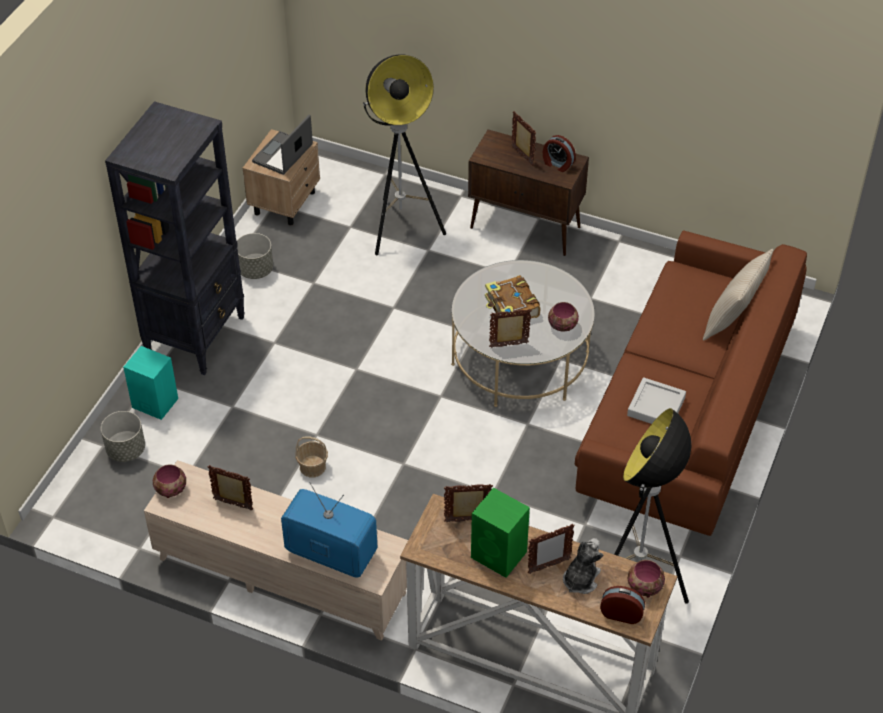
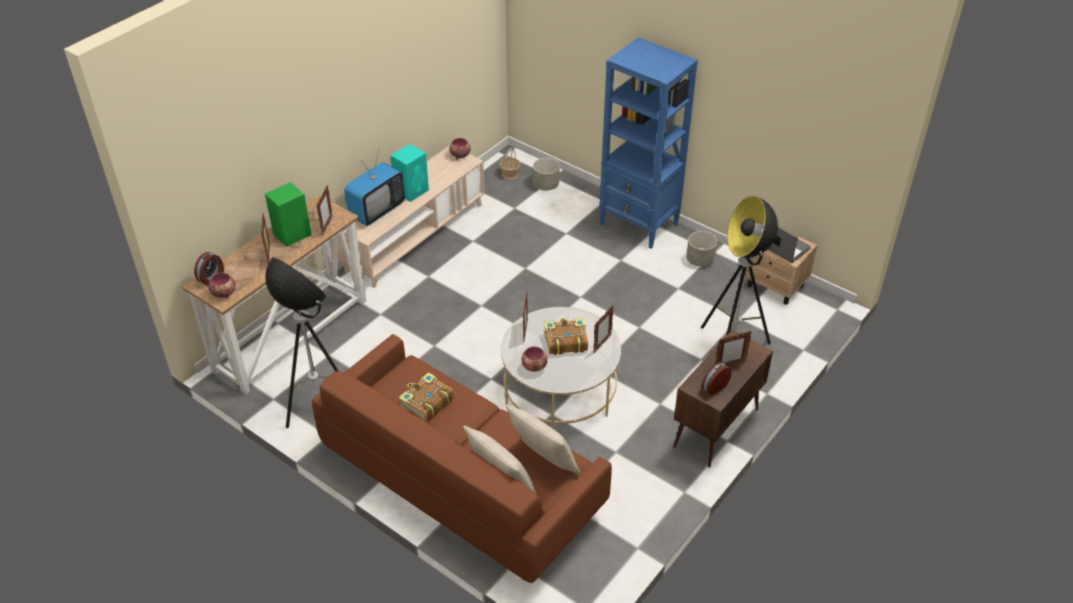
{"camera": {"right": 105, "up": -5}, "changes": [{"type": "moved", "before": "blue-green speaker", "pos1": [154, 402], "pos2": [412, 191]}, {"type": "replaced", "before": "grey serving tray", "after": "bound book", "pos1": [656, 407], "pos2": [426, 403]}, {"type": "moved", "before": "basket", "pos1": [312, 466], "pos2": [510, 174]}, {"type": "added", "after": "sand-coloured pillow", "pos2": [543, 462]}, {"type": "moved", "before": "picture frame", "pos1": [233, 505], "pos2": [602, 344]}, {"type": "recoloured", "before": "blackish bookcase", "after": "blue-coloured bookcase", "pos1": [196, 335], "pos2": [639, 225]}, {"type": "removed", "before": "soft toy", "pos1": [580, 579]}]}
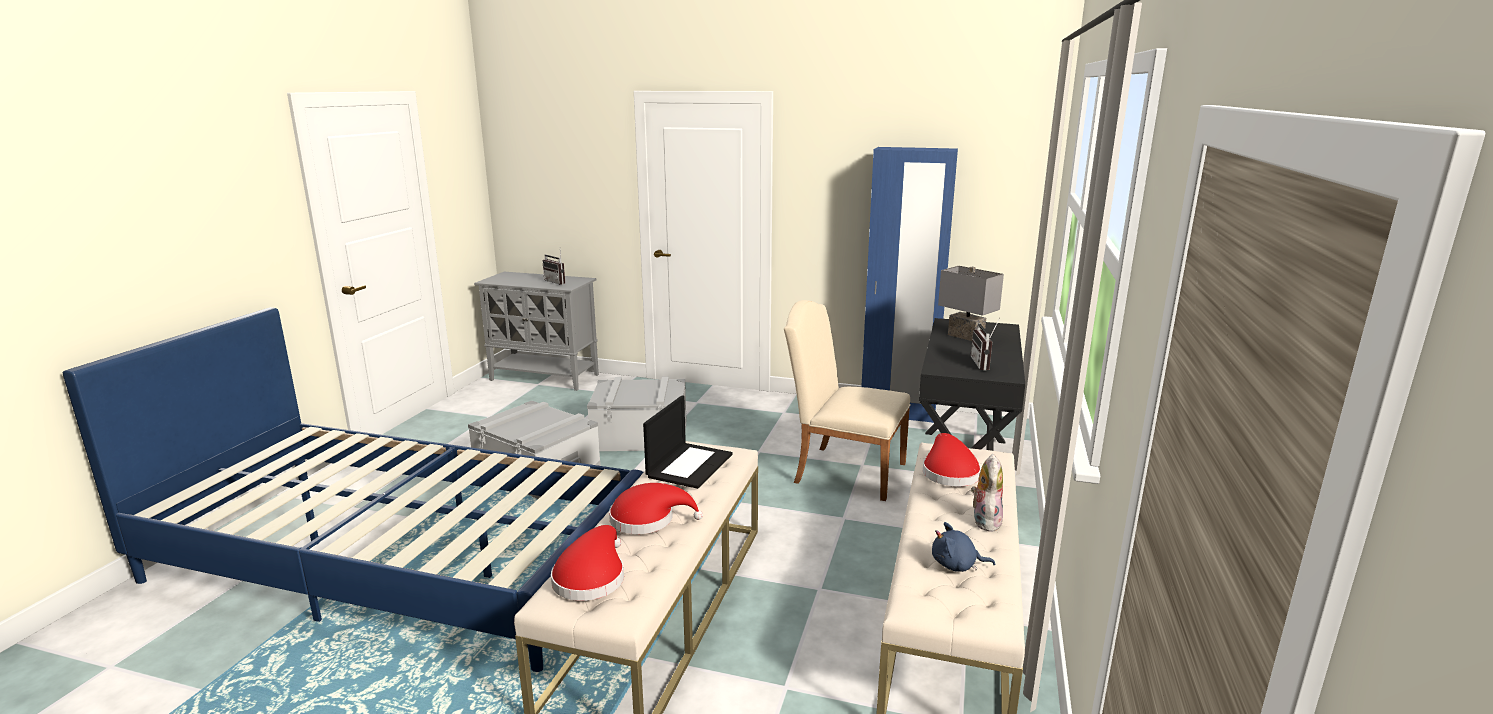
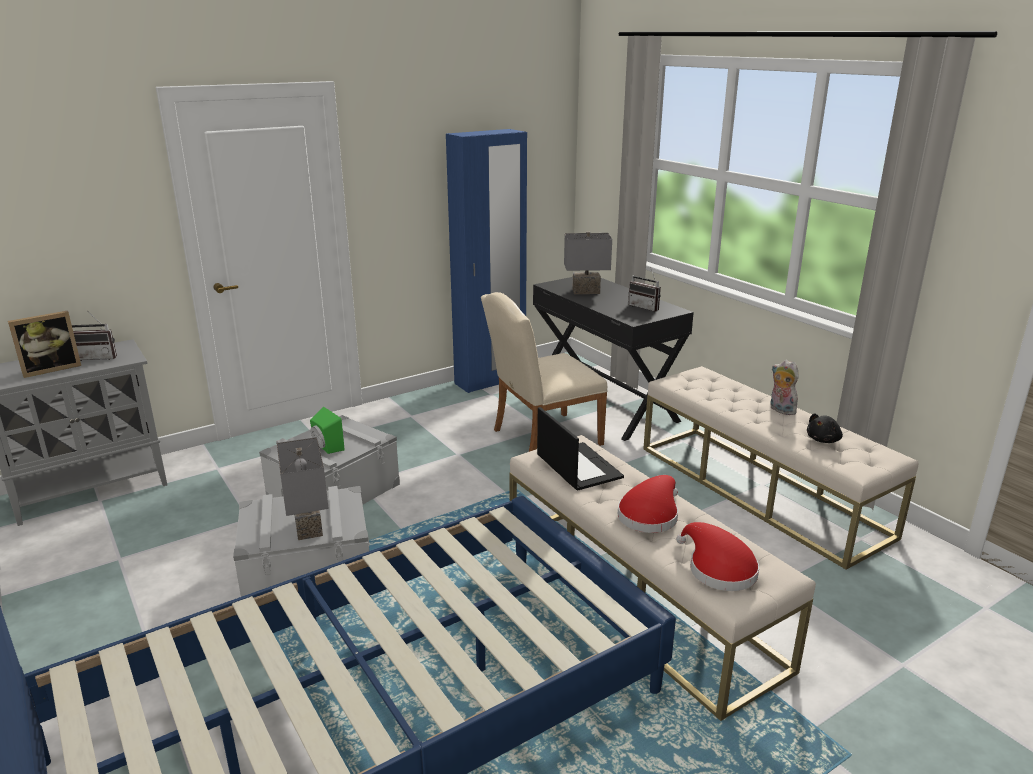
{"camera": {"right": -50, "up": 5}, "changes": [{"type": "added", "after": "picture frame", "pos2": [51, 369]}, {"type": "added", "after": "grey table lamp", "pos2": [311, 527]}, {"type": "added", "after": "green-coloured speaker", "pos2": [326, 447]}, {"type": "recoloured", "before": "blue-coloured soft toy", "after": "blackish soft toy", "pos1": [957, 565], "pos2": [824, 440]}, {"type": "removed", "before": "reddish wearable hat", "pos1": [948, 472]}]}
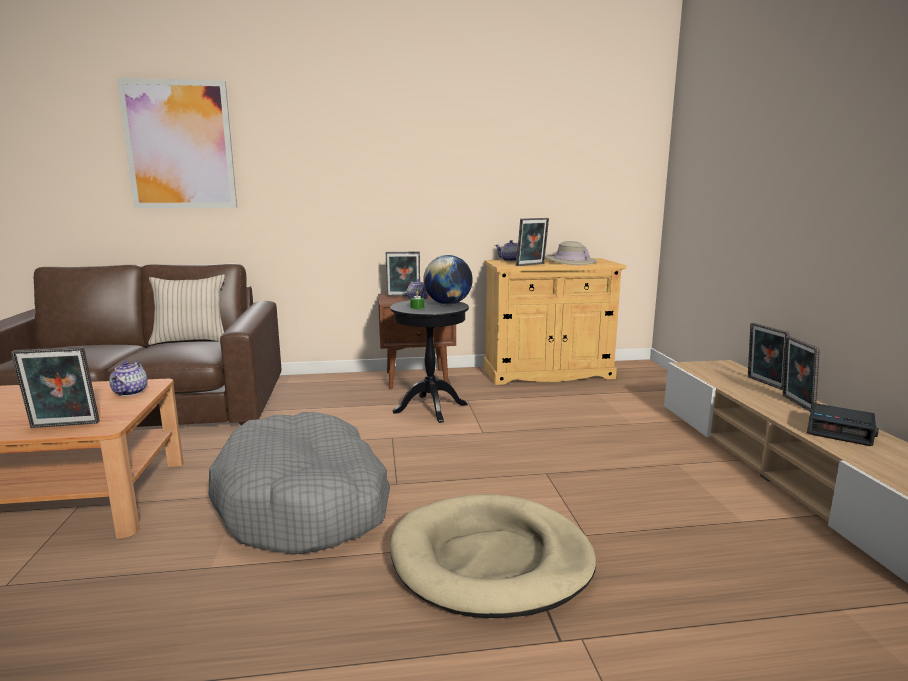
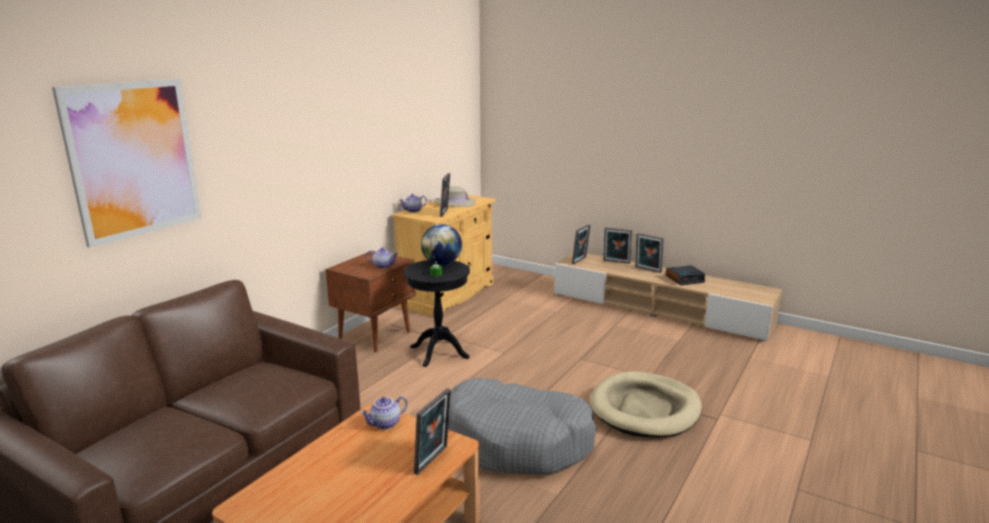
{"camera": {"right": -50, "up": 5}, "changes": [{"type": "turned", "before": "teapot", "pos1": [131, 392], "pos2": [385, 424], "turn": 105}, {"type": "moved", "before": "picture frame", "pos1": [403, 296], "pos2": [580, 261]}, {"type": "removed", "before": "sand-coloured pillow", "pos1": [191, 341]}]}
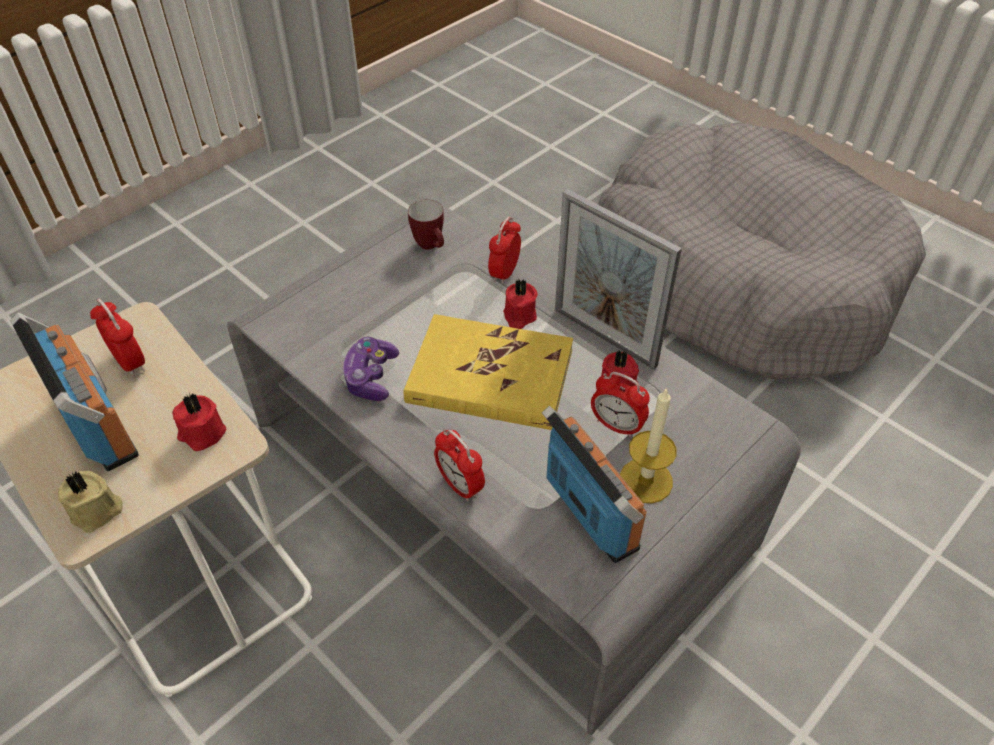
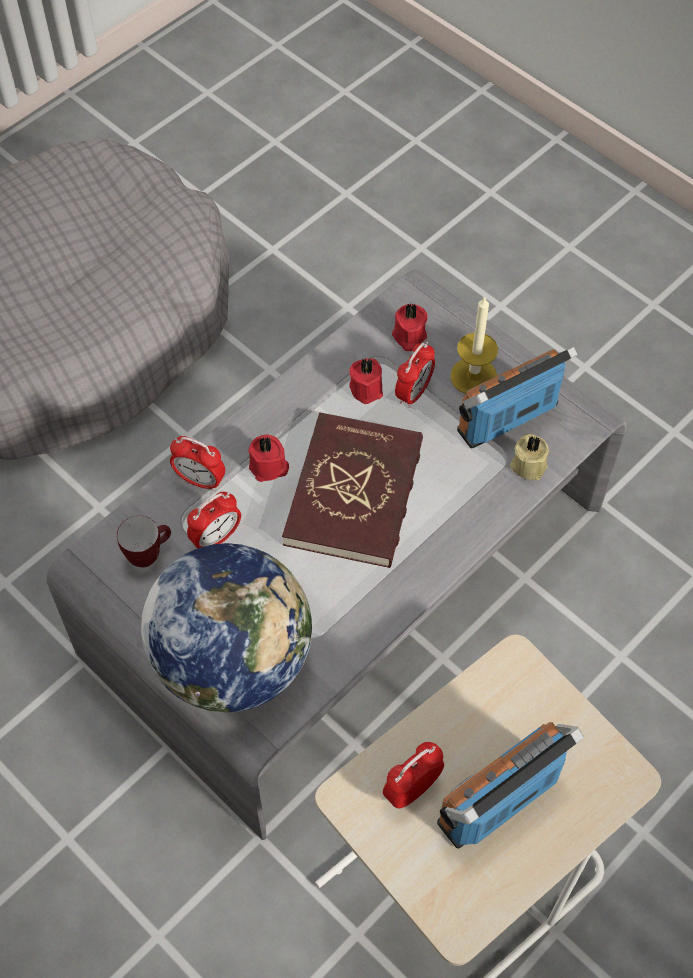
{"camera": {"right": -90, "up": 10}, "changes": [{"type": "added", "after": "world globe", "pos2": [233, 660]}, {"type": "moved", "before": "table clock", "pos1": [460, 485], "pos2": [216, 538]}, {"type": "recoloured", "before": "yellow-coloured bound book", "after": "reddish bound book", "pos1": [490, 377], "pos2": [355, 493]}, {"type": "moved", "before": "reddish wax light", "pos1": [201, 433], "pos2": [408, 337]}, {"type": "moved", "before": "sand-coloured wax light", "pos1": [97, 512], "pos2": [528, 464]}, {"type": "removed", "before": "gamepad", "pos1": [371, 377]}, {"type": "removed", "before": "picture frame", "pos1": [604, 337]}]}
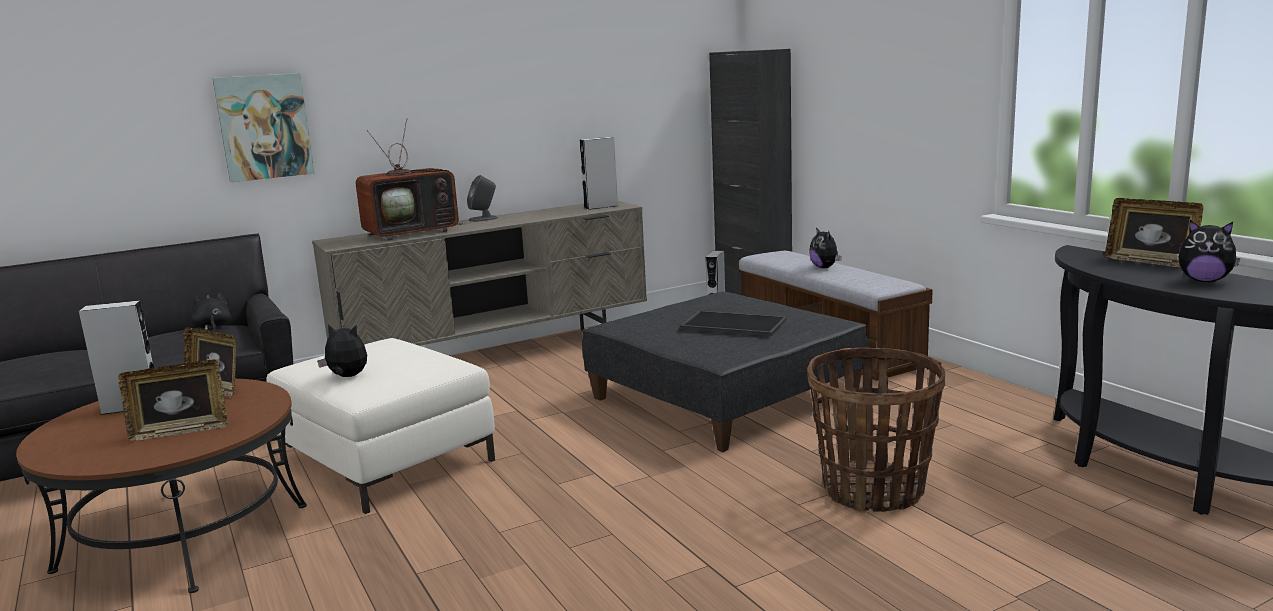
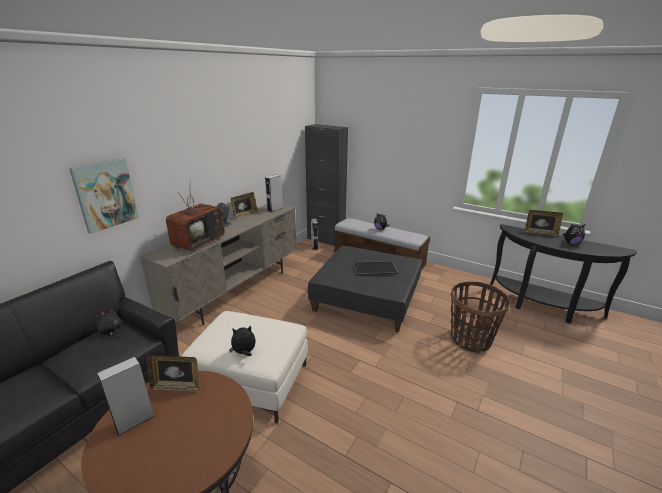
{"camera": {"right": -30, "up": 10}, "changes": [{"type": "moved", "before": "picture frame", "pos1": [180, 431], "pos2": [245, 215]}]}
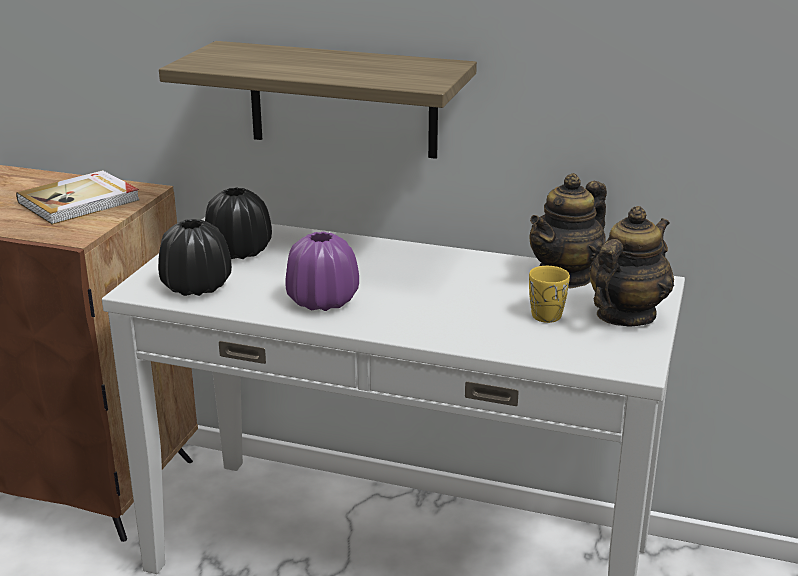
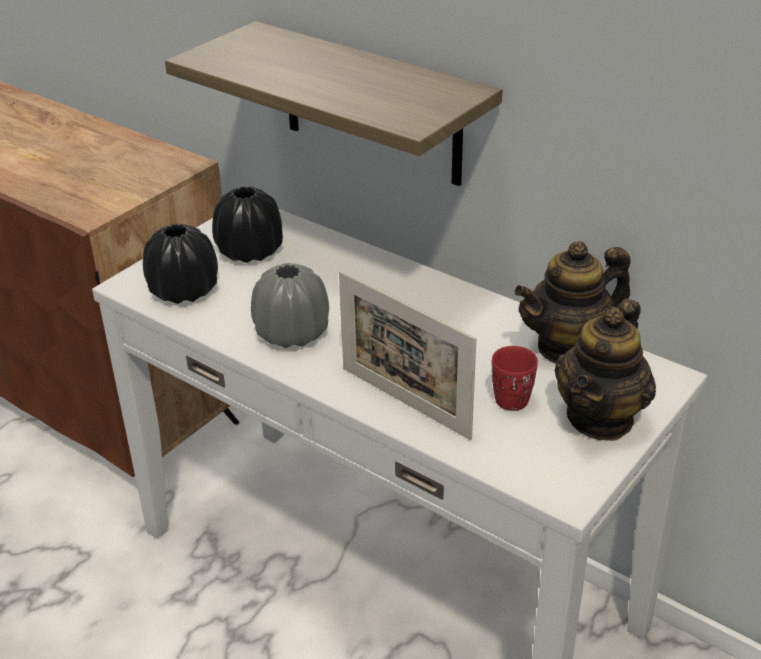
{"camera": {"right": 20, "up": 10}, "changes": [{"type": "recoloured", "before": "purple vase", "after": "grey vase", "pos1": [322, 301], "pos2": [292, 333]}, {"type": "added", "after": "picture frame", "pos2": [404, 402]}, {"type": "recoloured", "before": "yellow-coloured tea mug", "after": "reddish tea mug", "pos1": [544, 313], "pos2": [512, 395]}, {"type": "turned", "before": "teapot", "pos1": [625, 315], "pos2": [600, 418], "turn": 150}, {"type": "removed", "before": "bound book", "pos1": [80, 201]}]}
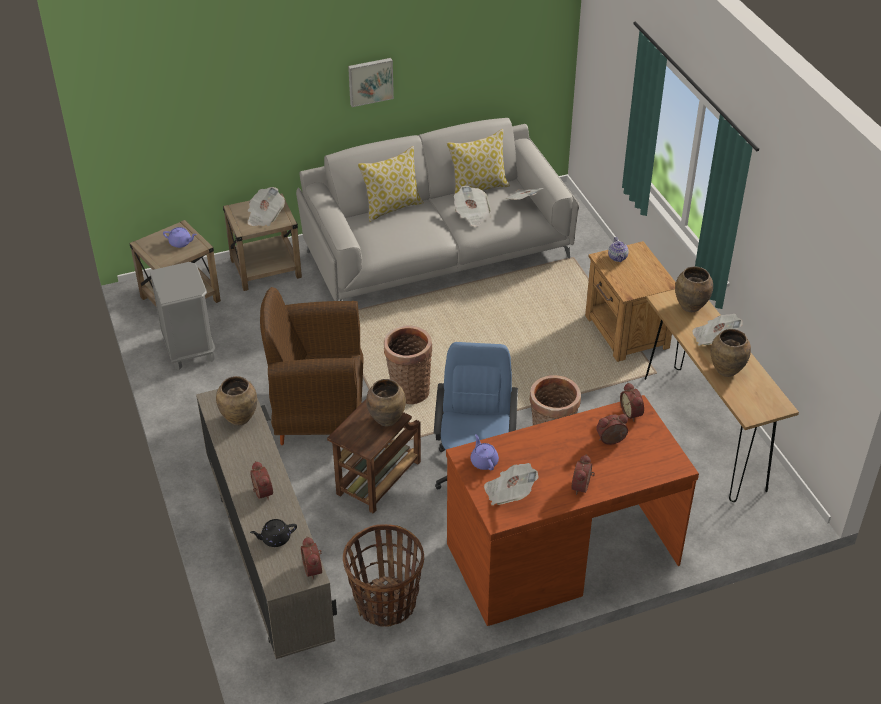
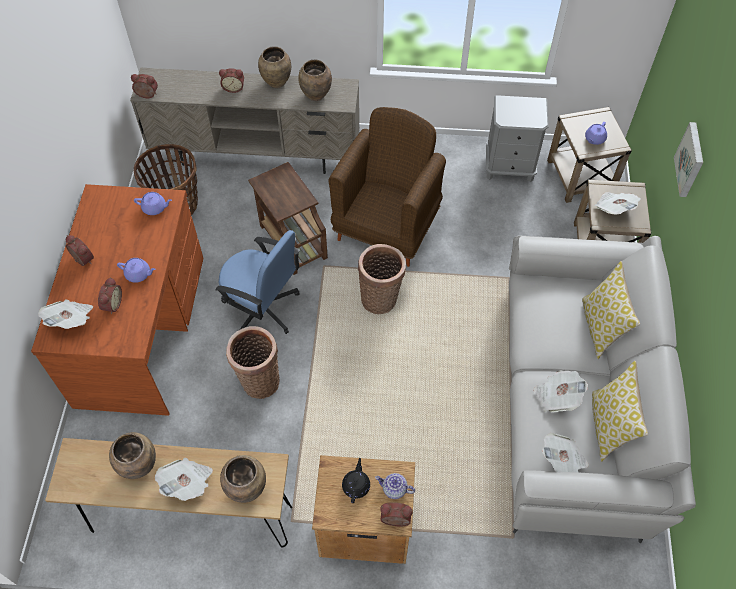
{"camera": {"right": 115, "up": 15}, "changes": [{"type": "moved", "before": "printed paper", "pos1": [509, 493], "pos2": [71, 320]}, {"type": "added", "after": "purple teapot", "pos2": [138, 274]}, {"type": "moved", "before": "brown-coloured vase", "pos1": [387, 420], "pos2": [276, 83]}, {"type": "moved", "before": "blackish teapot", "pos1": [275, 539], "pos2": [356, 485]}, {"type": "moved", "before": "table clock", "pos1": [632, 413], "pos2": [395, 521]}, {"type": "moved", "before": "picture", "pos1": [370, 81], "pos2": [691, 160]}]}
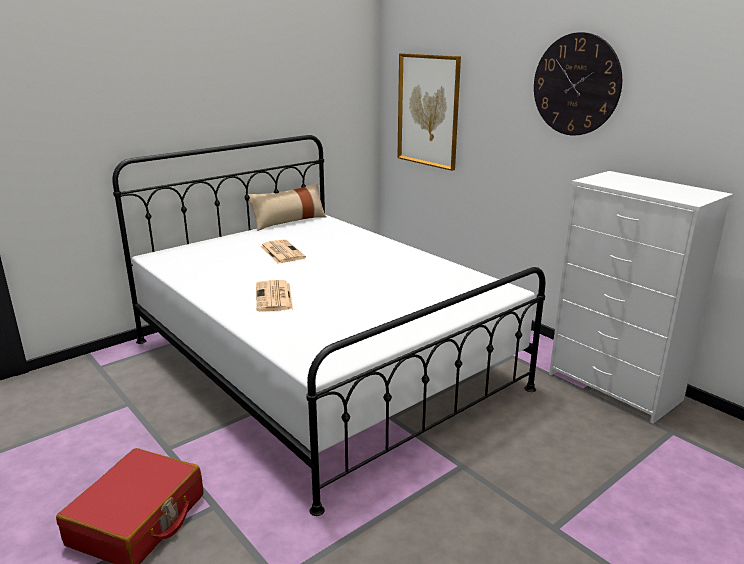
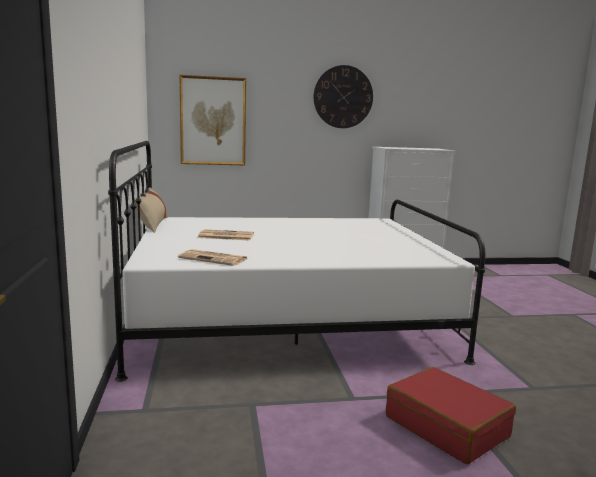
{"camera": {"right": -60, "up": -10}, "changes": [{"type": "moved", "before": "printed paper", "pos1": [274, 297], "pos2": [214, 258]}]}
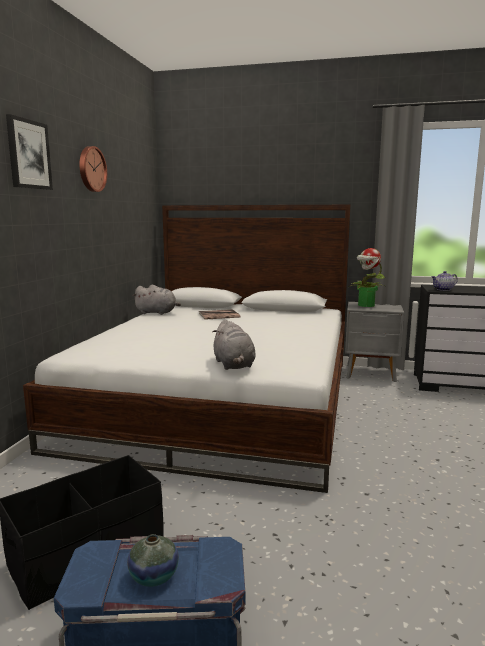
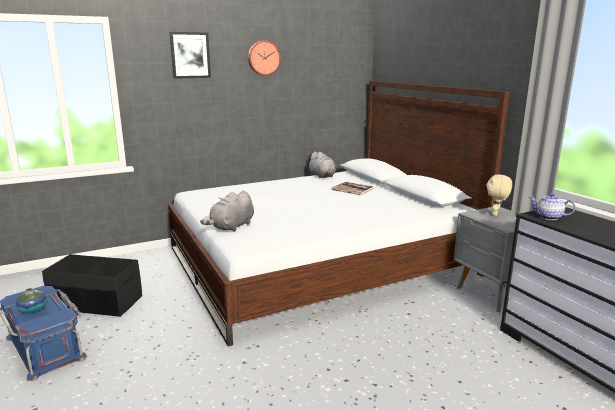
{"camera": {"right": 50, "up": 5}, "changes": [{"type": "replaced", "before": "plant in a pot", "after": "sand-coloured soft toy", "pos1": [365, 305], "pos2": [496, 214]}]}
